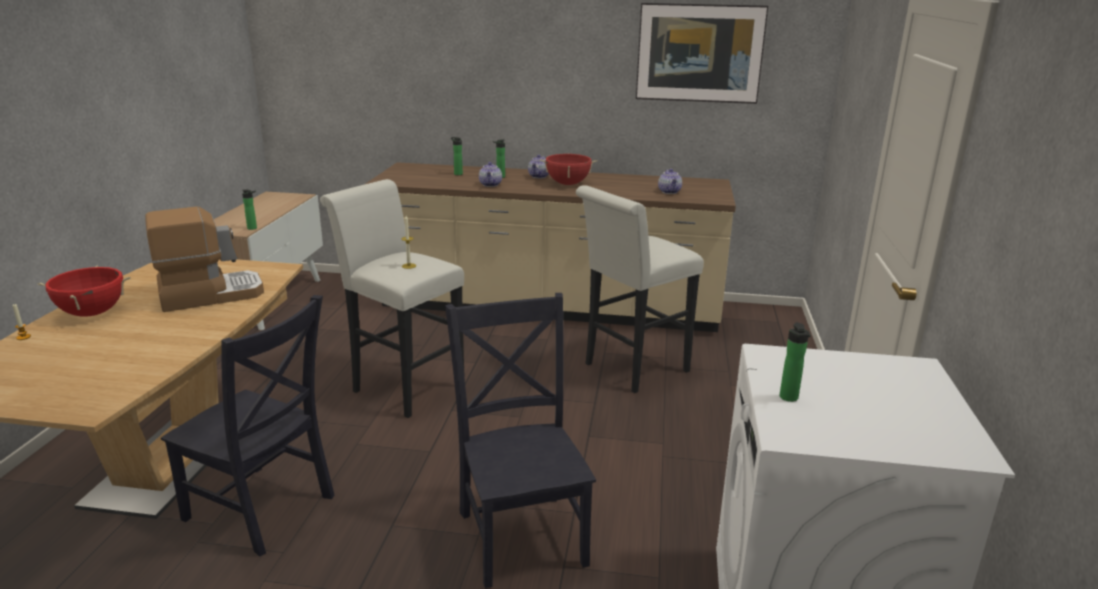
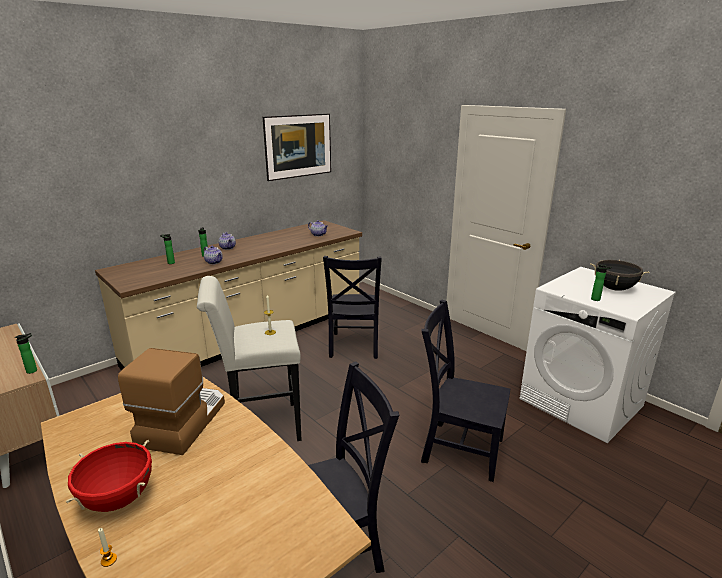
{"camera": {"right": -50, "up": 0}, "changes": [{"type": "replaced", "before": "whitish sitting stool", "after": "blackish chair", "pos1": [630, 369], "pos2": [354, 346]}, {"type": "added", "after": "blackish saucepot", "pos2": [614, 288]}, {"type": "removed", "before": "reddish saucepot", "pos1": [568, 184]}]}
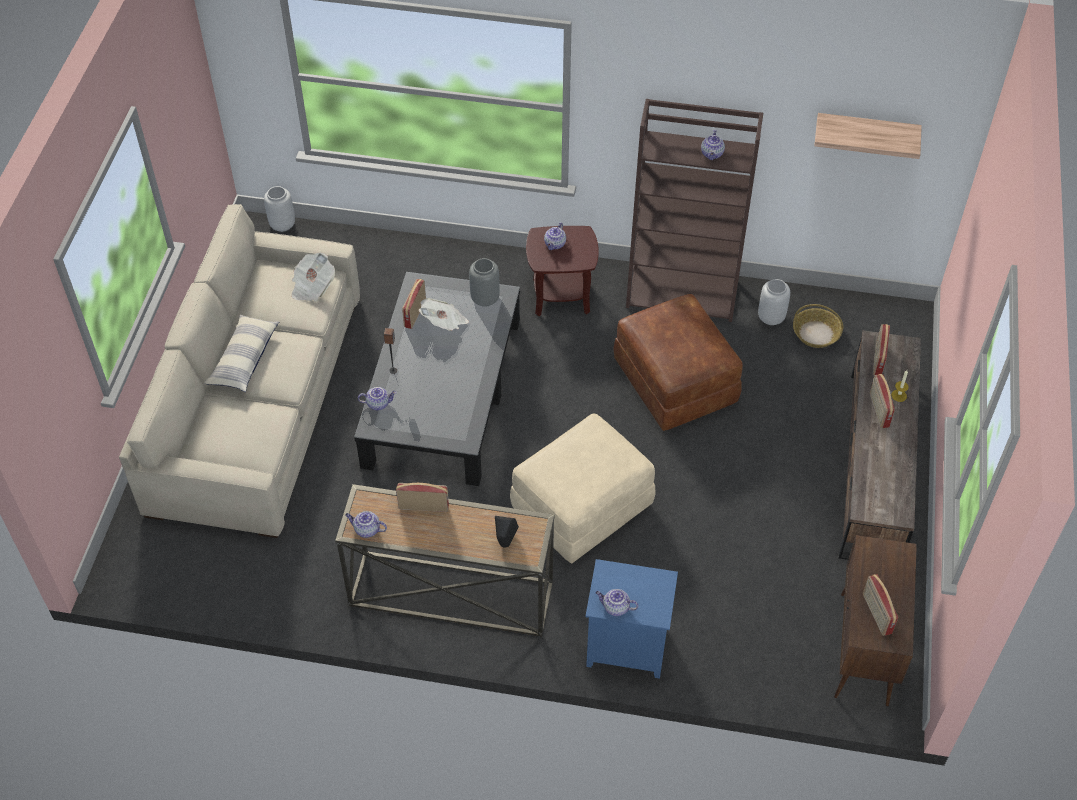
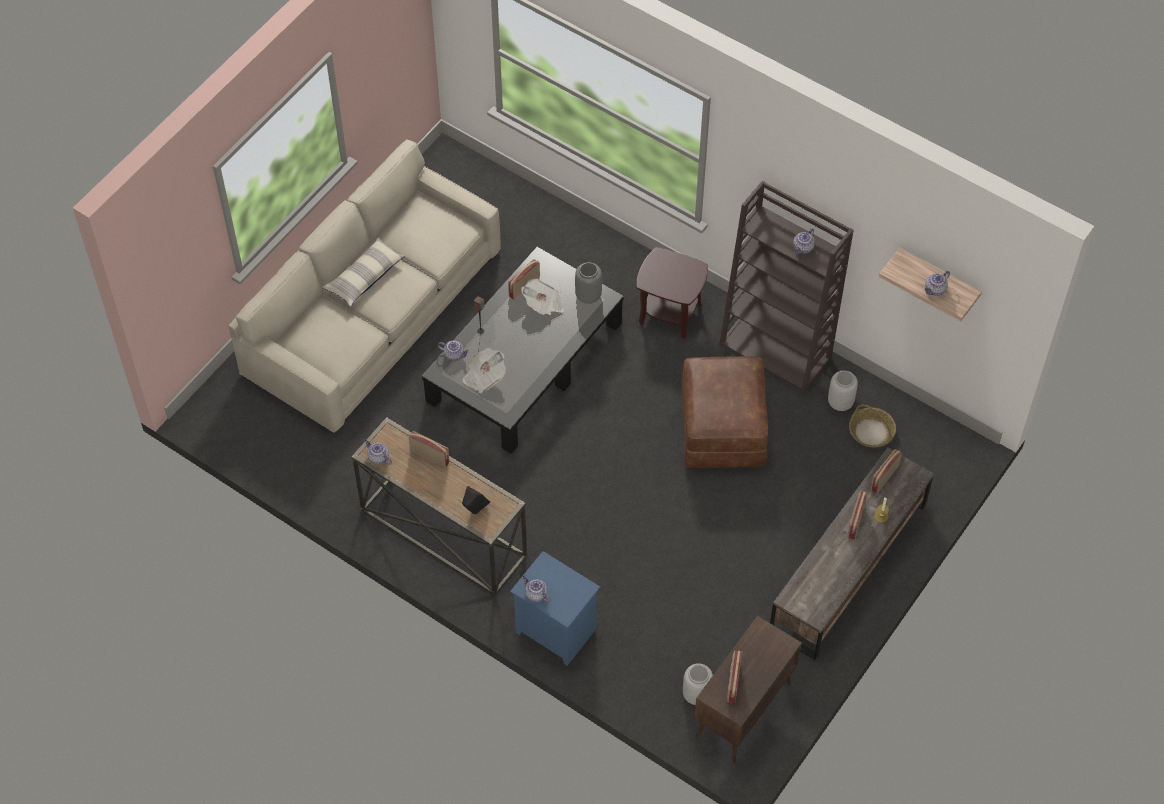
{"camera": {"right": 25, "up": 5}, "changes": [{"type": "moved", "before": "printed paper", "pos1": [312, 287], "pos2": [484, 377]}, {"type": "moved", "before": "grey vase", "pos1": [283, 224], "pos2": [697, 694]}, {"type": "moved", "before": "teapot", "pos1": [555, 244], "pos2": [935, 290]}, {"type": "removed", "before": "sand-coloured ottoman", "pos1": [582, 507]}]}
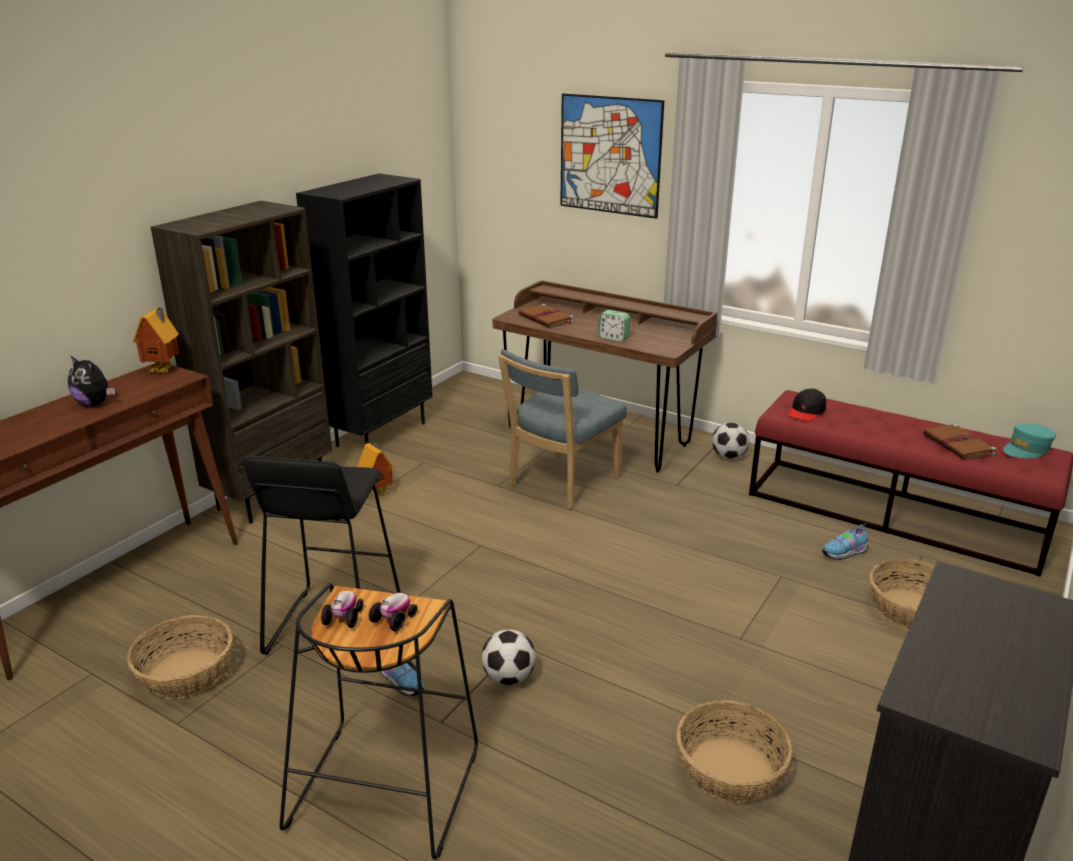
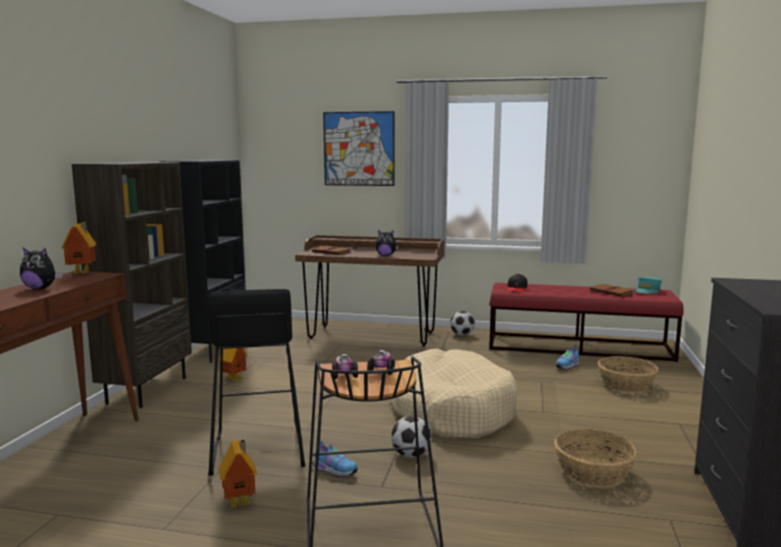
{"camera": {"right": -20, "up": -15}, "changes": [{"type": "added", "after": "model house", "pos2": [241, 502]}, {"type": "replaced", "before": "table clock", "after": "soft toy", "pos1": [613, 337], "pos2": [386, 255]}, {"type": "added", "after": "sand-coloured pet bed", "pos2": [451, 410]}, {"type": "removed", "before": "basket", "pos1": [187, 673]}, {"type": "removed", "before": "blue-coloured chair", "pos1": [560, 483]}]}
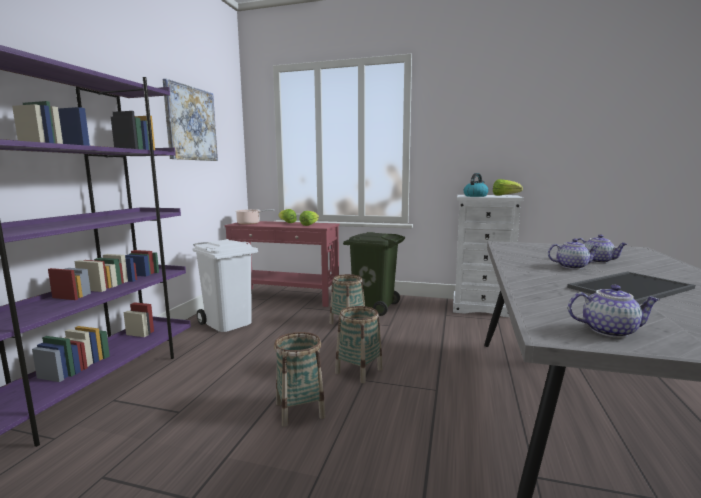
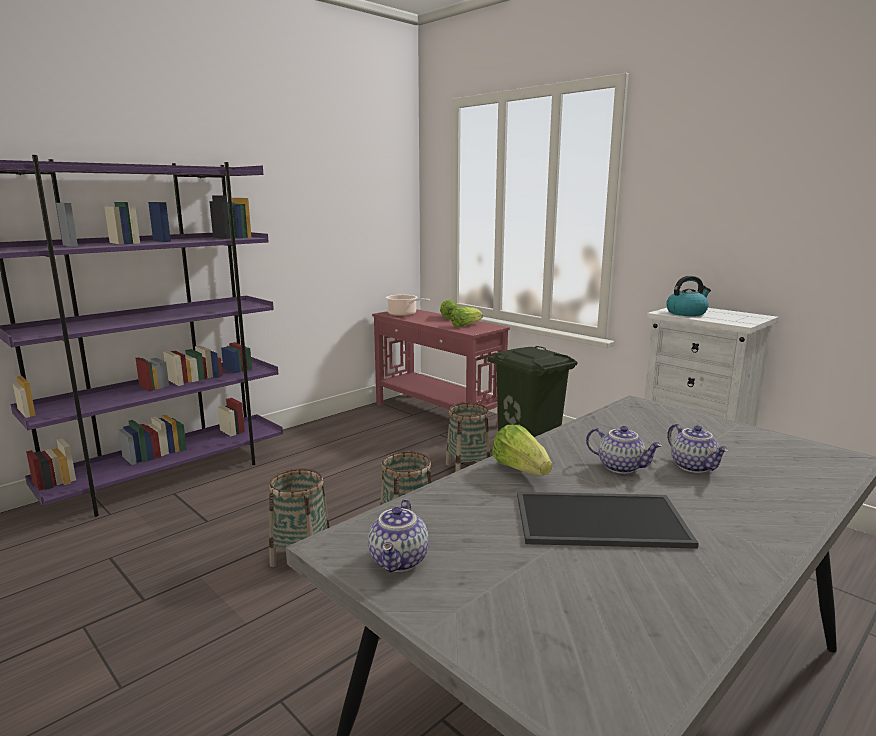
{"camera": {"right": 30, "up": 5}, "changes": [{"type": "turned", "before": "teapot", "pos1": [609, 331], "pos2": [400, 561], "turn": 60}, {"type": "moved", "before": "lettuce", "pos1": [505, 195], "pos2": [521, 470]}, {"type": "removed", "before": "picture", "pos1": [191, 124]}, {"type": "removed", "before": "whitish trash can", "pos1": [228, 323]}]}
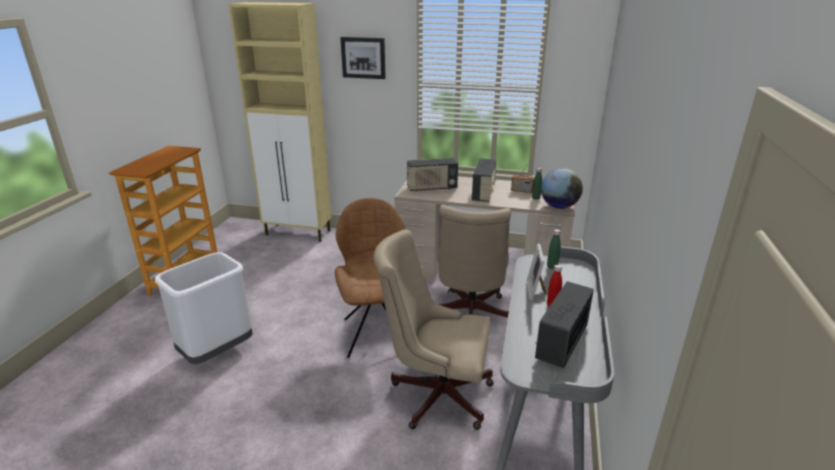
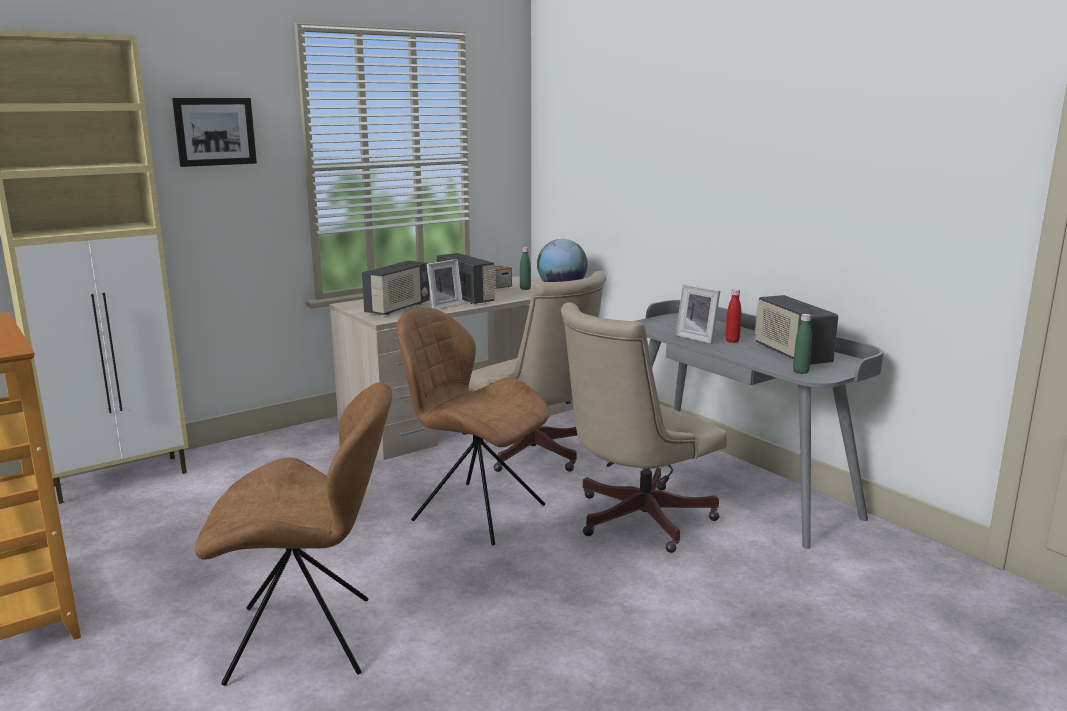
{"camera": {"right": -50, "up": -10}, "changes": [{"type": "replaced", "before": "whitish trash can", "after": "brown-coloured chair", "pos1": [216, 352], "pos2": [308, 639]}, {"type": "added", "after": "picture frame", "pos2": [443, 306]}, {"type": "moved", "before": "green-coloured drink bottle", "pos1": [552, 267], "pos2": [800, 372]}]}
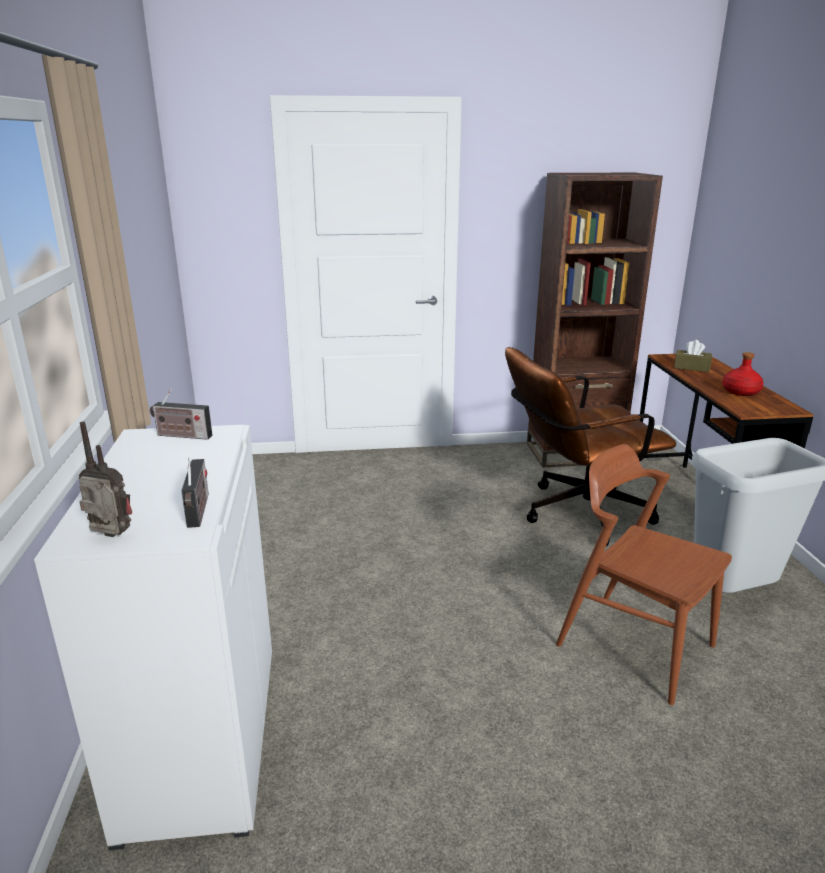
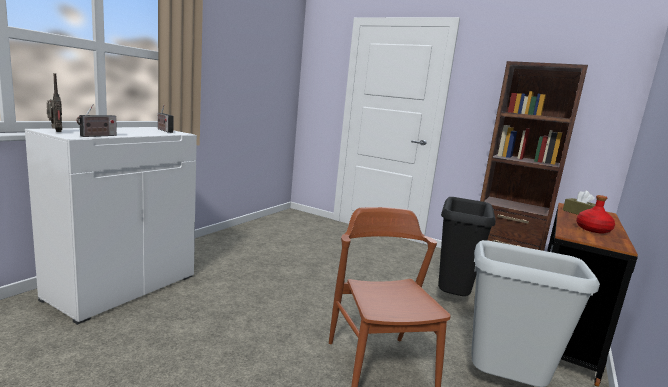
{"camera": {"right": 35, "up": -10}, "changes": [{"type": "replaced", "before": "brown-coloured desk chair", "after": "blackish trash can", "pos1": [575, 514], "pos2": [451, 297]}]}
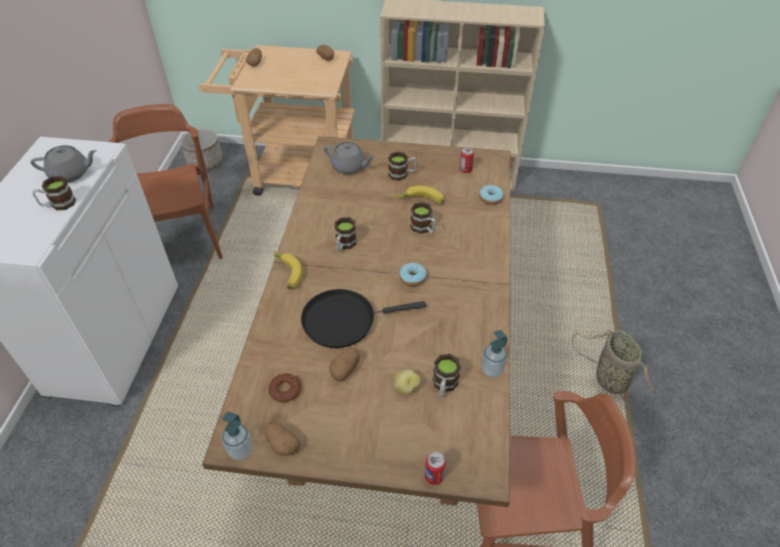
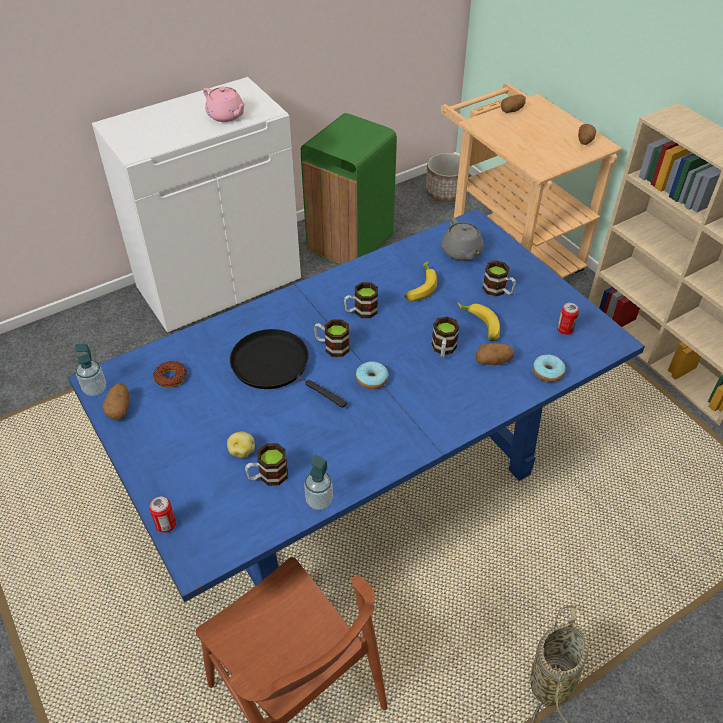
{"camera": {"right": 50, "up": 0}, "changes": [{"type": "recoloured", "before": "brown-coloured dining table", "after": "blue-coloured dining table", "pos1": [389, 372], "pos2": [362, 478]}, {"type": "recoloured", "before": "grey teapot", "after": "pink-coloured teapot", "pos1": [71, 174], "pos2": [226, 116]}, {"type": "replaced", "before": "brown-coloured chair", "after": "green-coloured trash can", "pos1": [182, 238], "pos2": [351, 243]}, {"type": "moved", "before": "tea mug", "pos1": [58, 204], "pos2": [332, 346]}, {"type": "moved", "before": "banana", "pos1": [286, 274], "pos2": [419, 287]}, {"type": "moved", "before": "whole potato", "pos1": [345, 369], "pos2": [493, 361]}]}
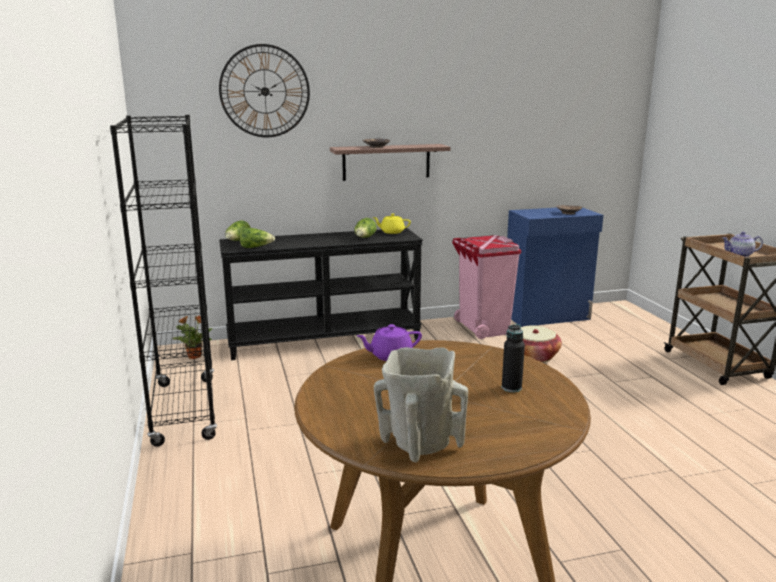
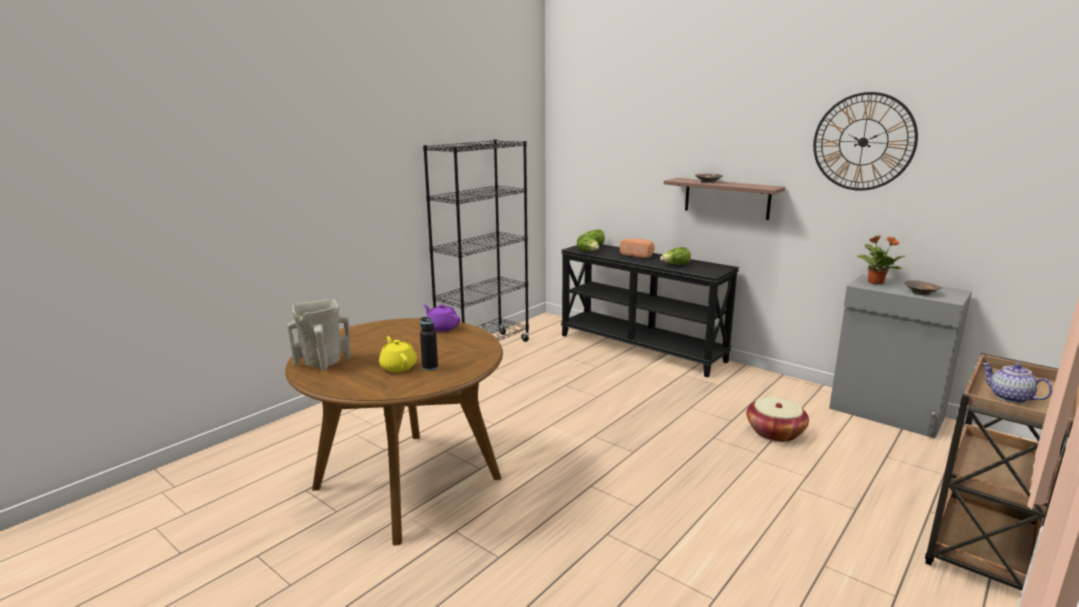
{"camera": {"right": 55, "up": 0}, "changes": [{"type": "moved", "before": "yellow-coloured teapot", "pos1": [392, 232], "pos2": [398, 367]}, {"type": "added", "after": "baked bread", "pos2": [638, 255]}, {"type": "moved", "before": "wall clock", "pos1": [265, 91], "pos2": [863, 142]}, {"type": "recoloured", "before": "blue-coloured cabinet", "after": "grey cabinet", "pos1": [547, 316], "pos2": [886, 414]}, {"type": "moved", "before": "plant in a pot", "pos1": [194, 356], "pos2": [875, 282]}, {"type": "removed", "before": "pink-coloured trash can", "pos1": [483, 328]}]}
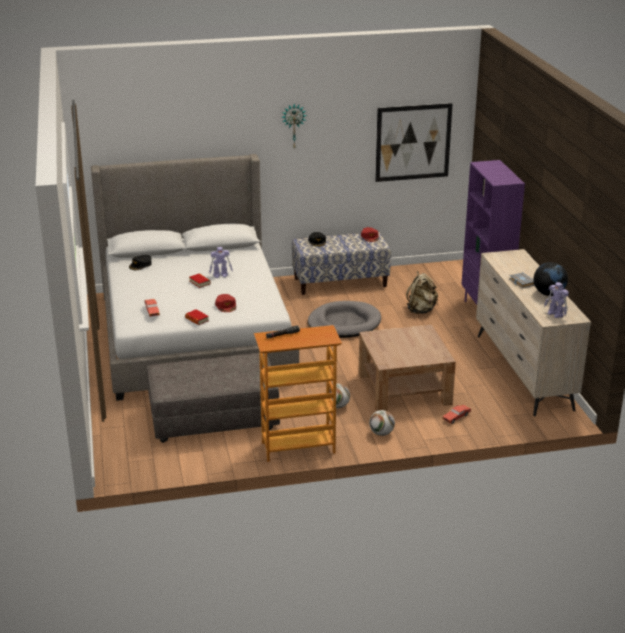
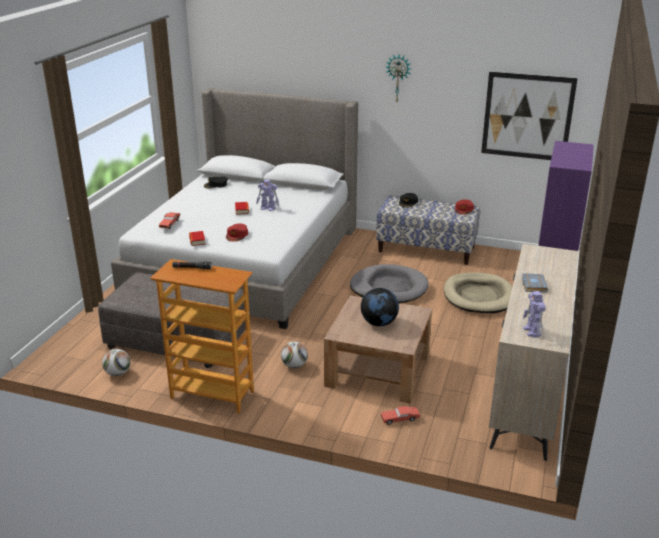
{"camera": {"right": 30, "up": 0}, "changes": [{"type": "moved", "before": "football ball", "pos1": [381, 433], "pos2": [118, 373]}, {"type": "moved", "before": "world globe", "pos1": [549, 294], "pos2": [379, 323]}, {"type": "replaced", "before": "sand-coloured backpack", "after": "sand-coloured pet bed", "pos1": [421, 310], "pos2": [478, 296]}]}
